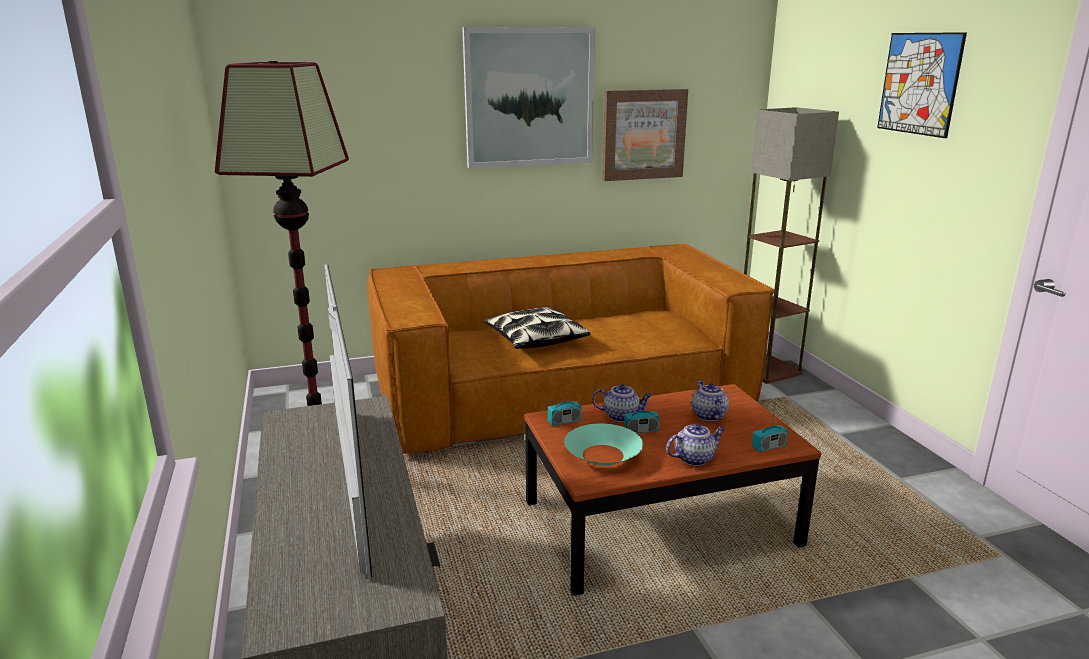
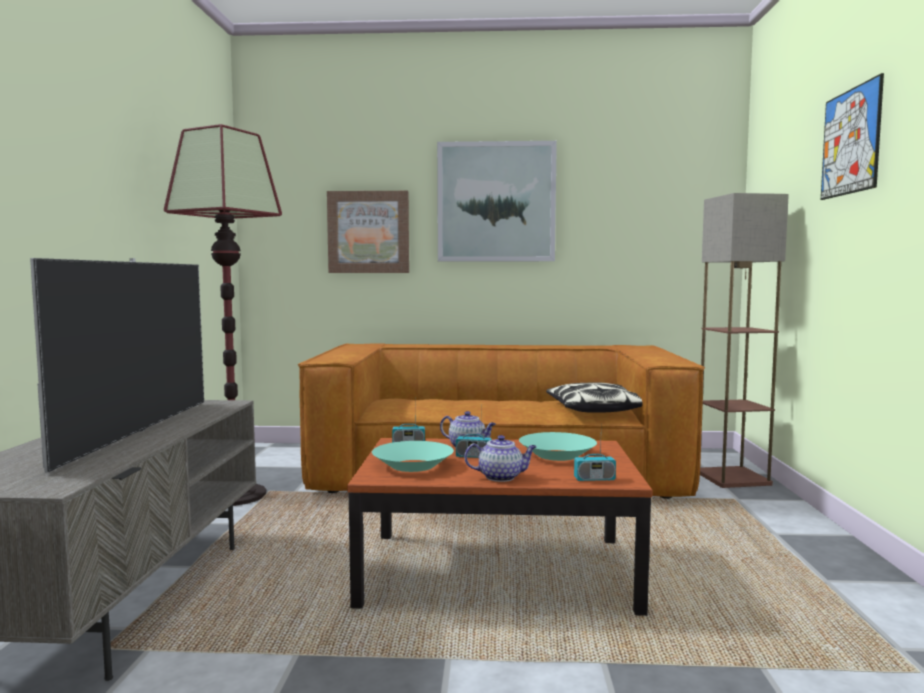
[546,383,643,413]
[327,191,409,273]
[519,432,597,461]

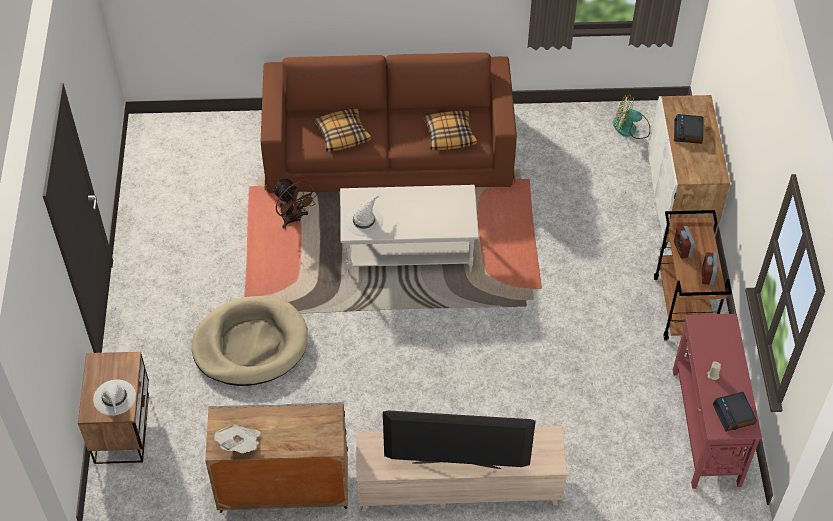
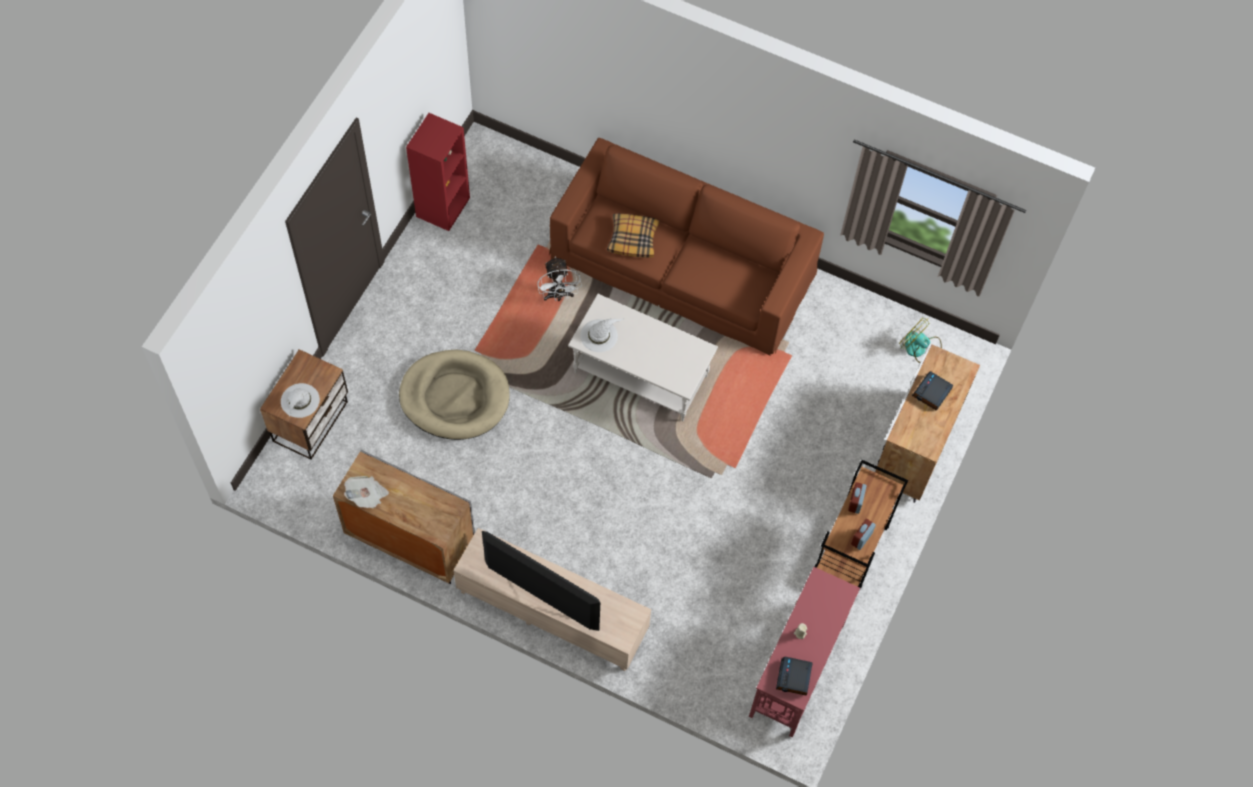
[537,256,582,301]
[423,110,477,150] (first image)
[406,113,470,231]

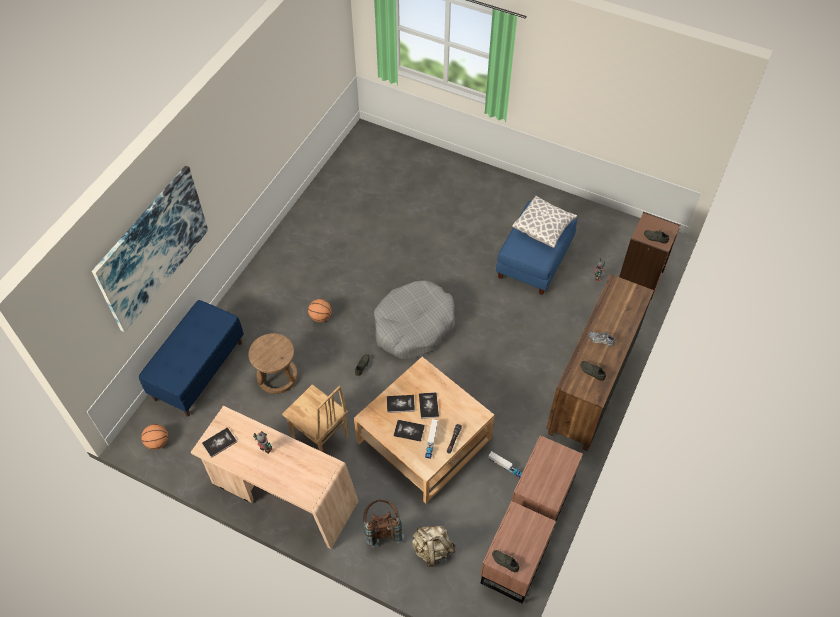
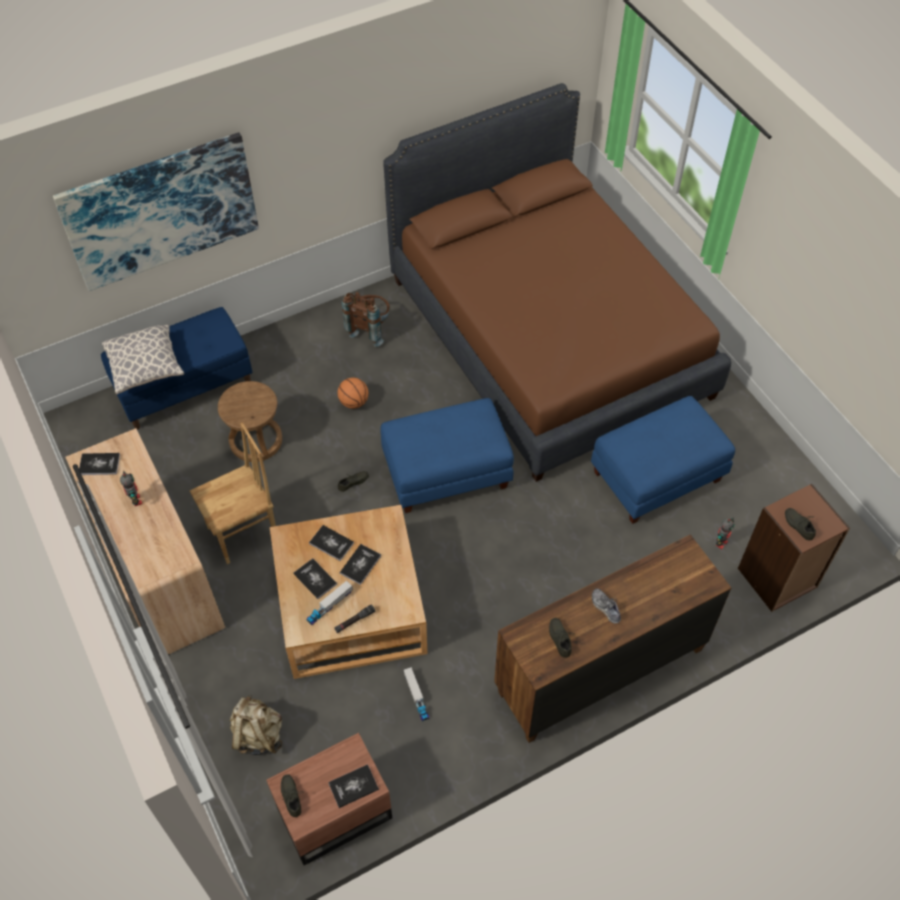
[141,424,168,450] (first image)
[190,422,276,564]
[342,292,390,347]
[380,398,514,513]
[102,325,184,394]
[512,435,583,521] (first image)
[328,764,379,808]
[383,83,731,482]

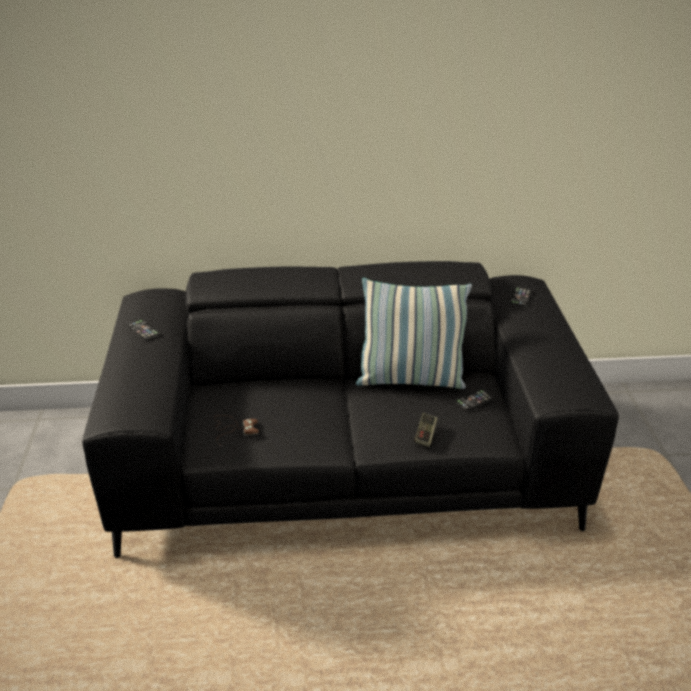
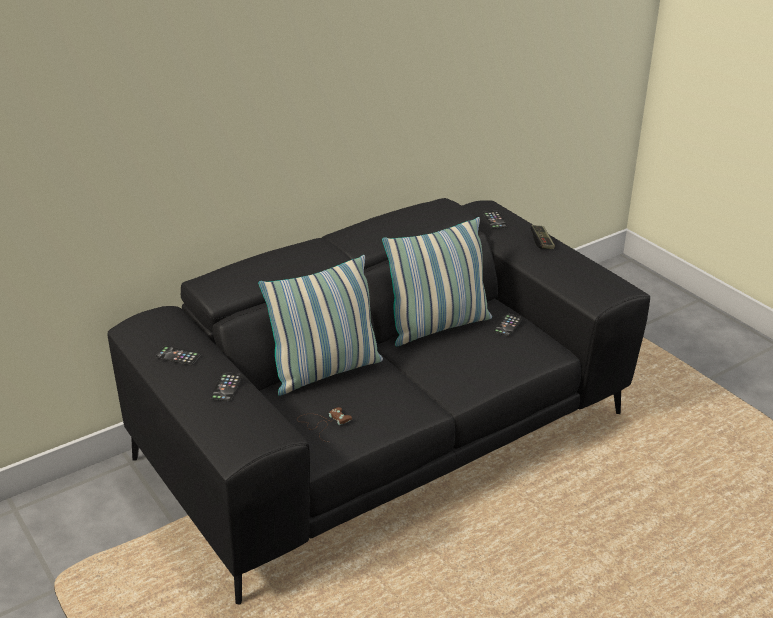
[530,225,555,249]
[210,372,242,402]
[258,255,383,396]

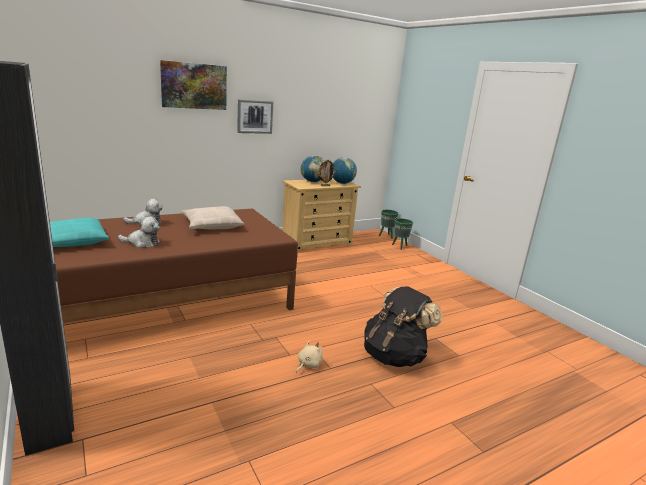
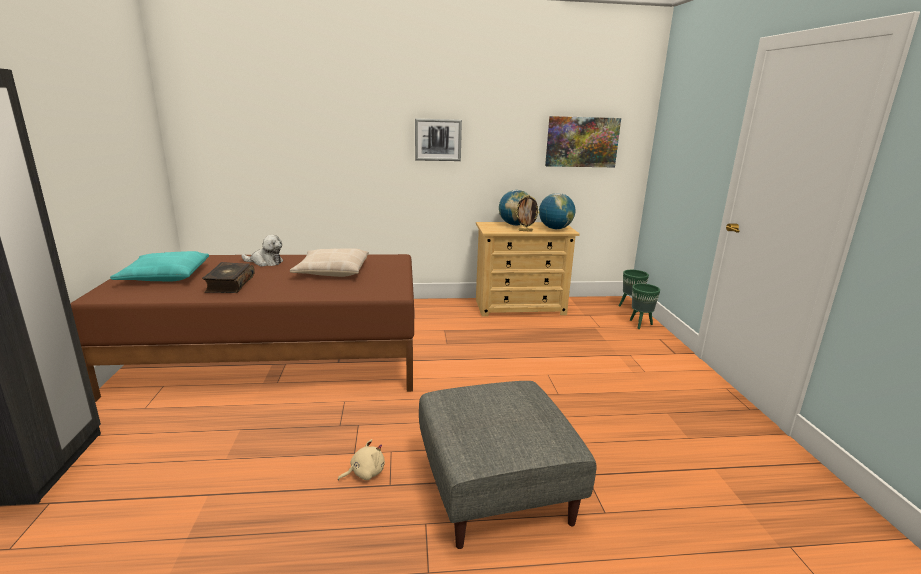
[202,262,255,293]
[545,116,621,167]
[419,381,597,549]

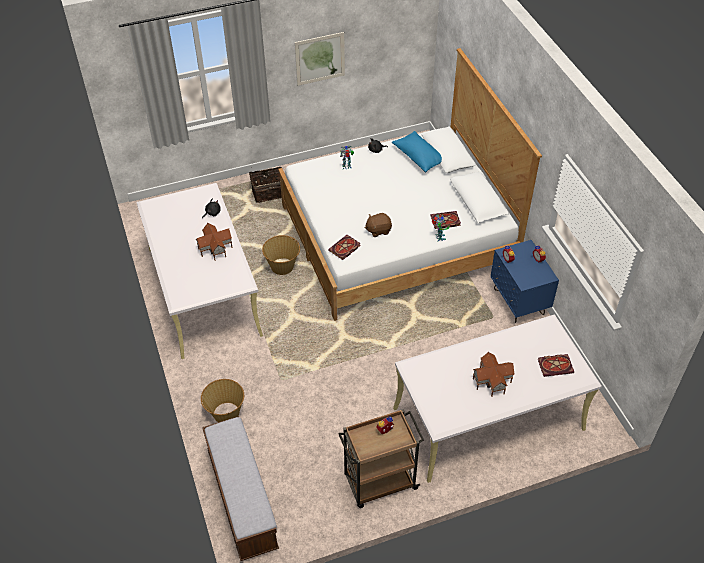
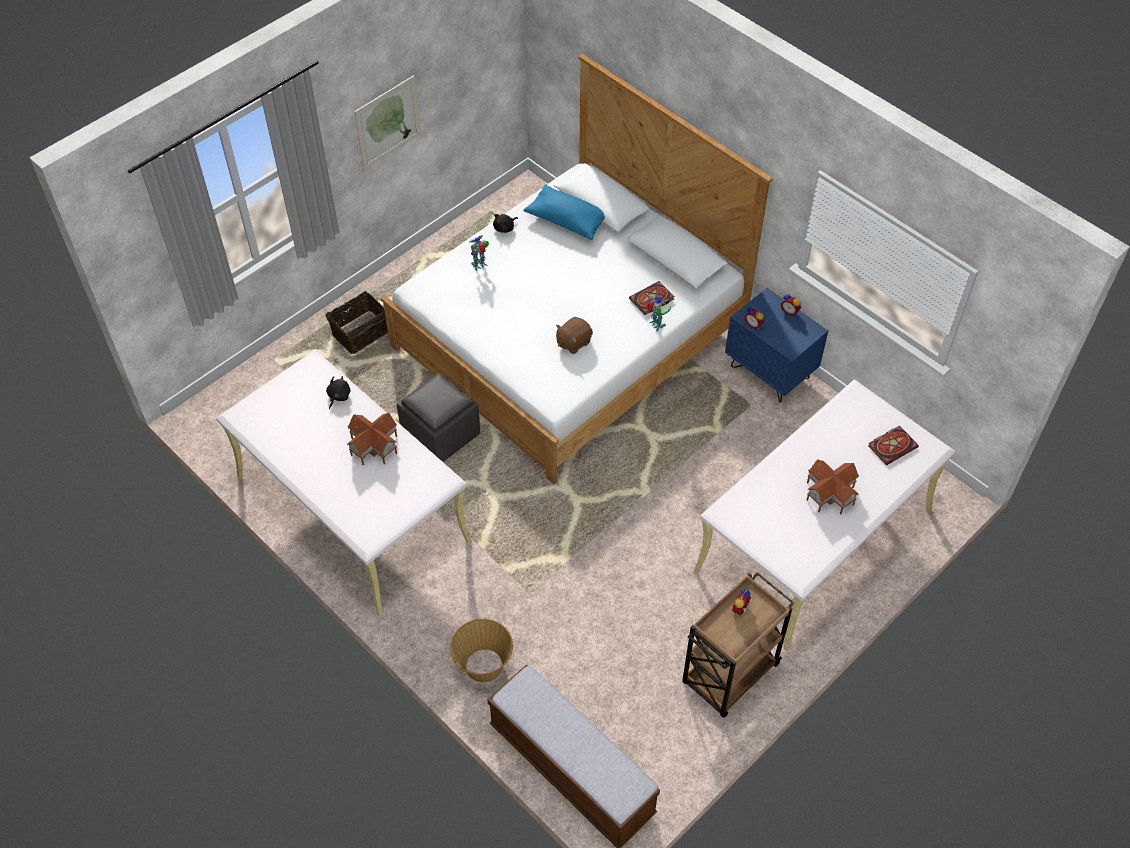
[397,373,480,462]
[328,235,361,260] (first image)

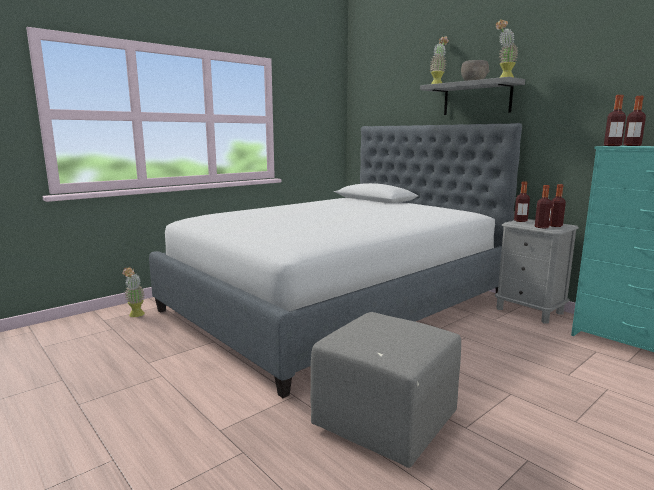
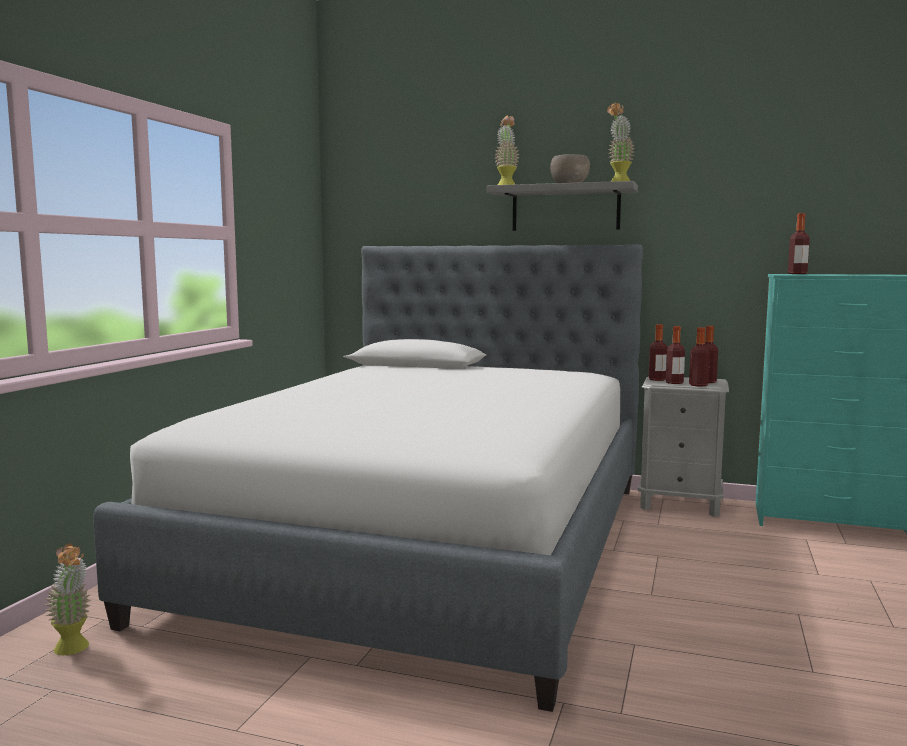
[310,312,461,468] (first image)
[666,326,685,384]

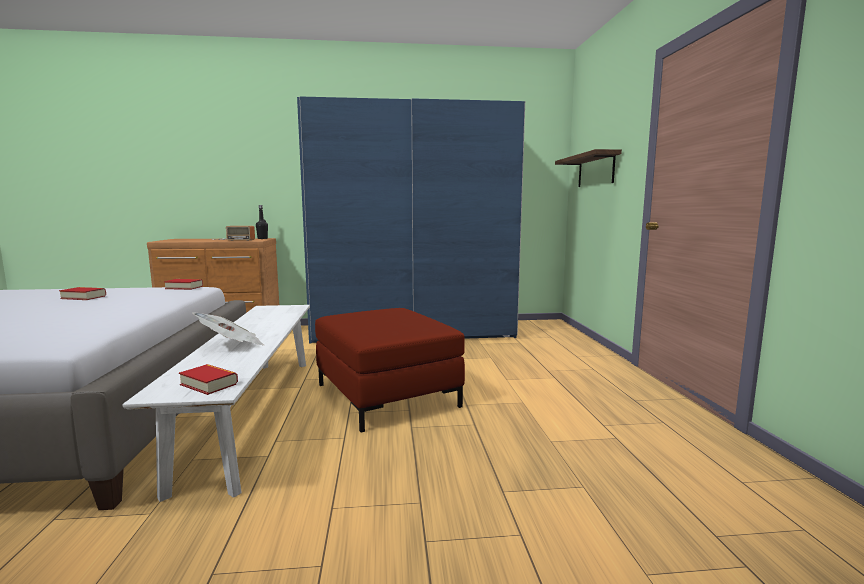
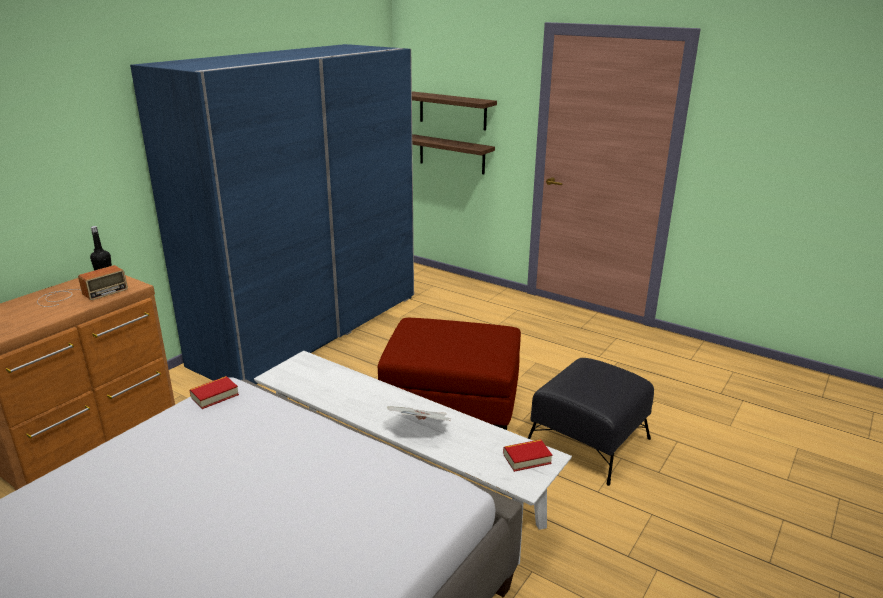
[59,287,106,300] (first image)
[412,134,495,174]
[528,358,654,486]

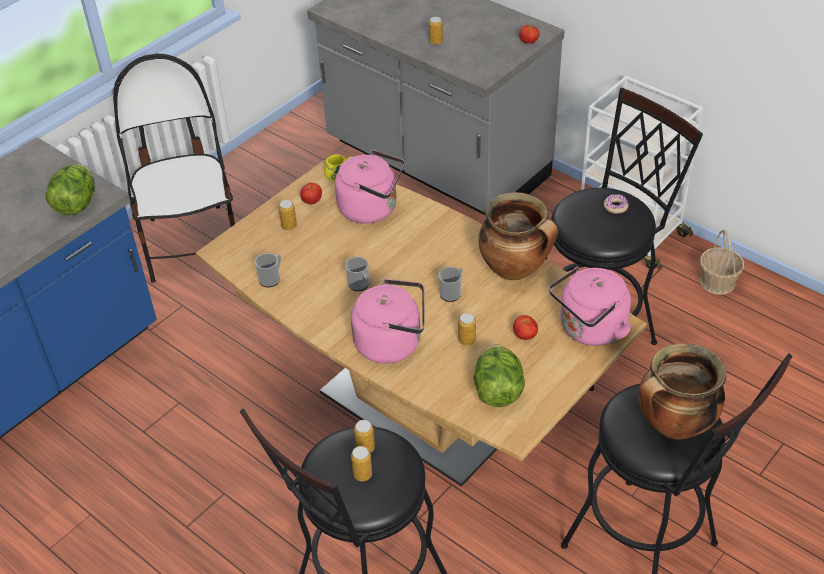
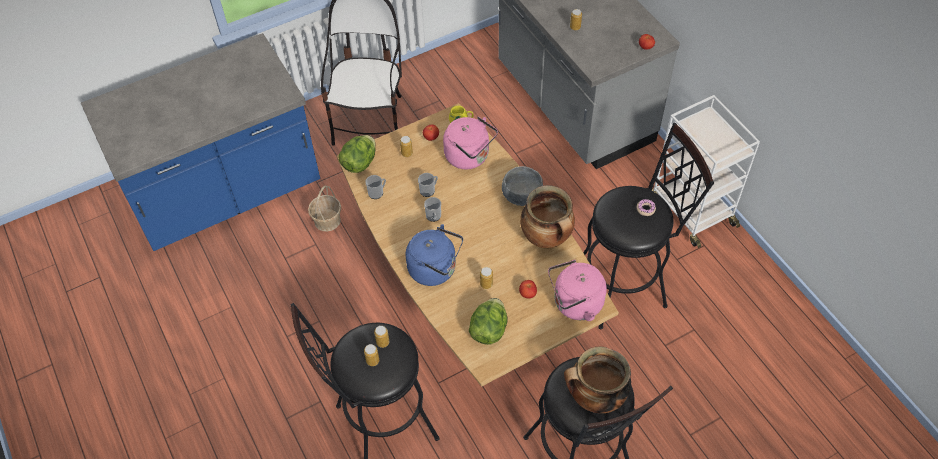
[338,135,376,173]
[406,224,463,286]
[418,173,438,197]
[308,185,341,232]
[502,166,543,206]

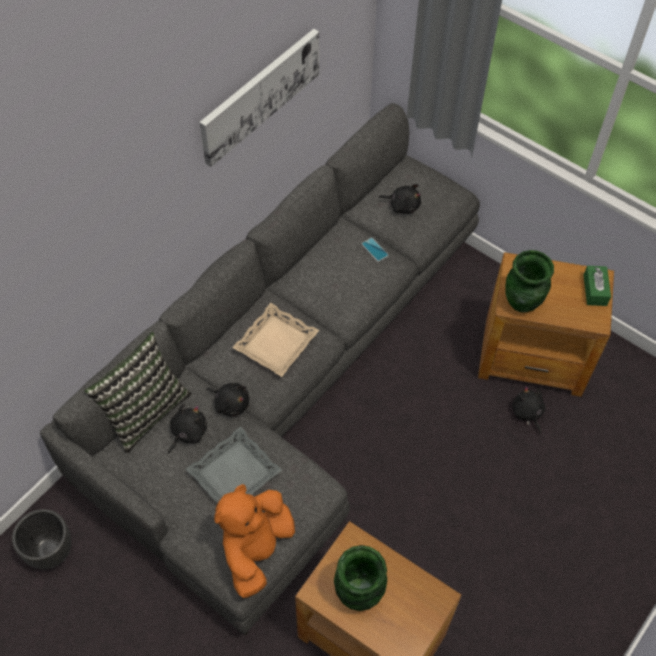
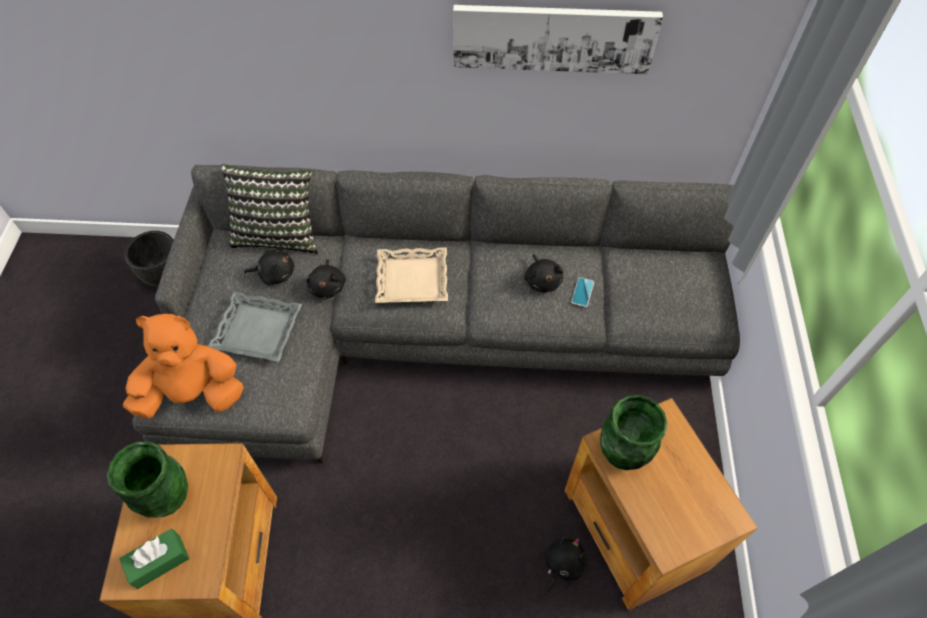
[524,254,563,293]
[119,529,189,589]

